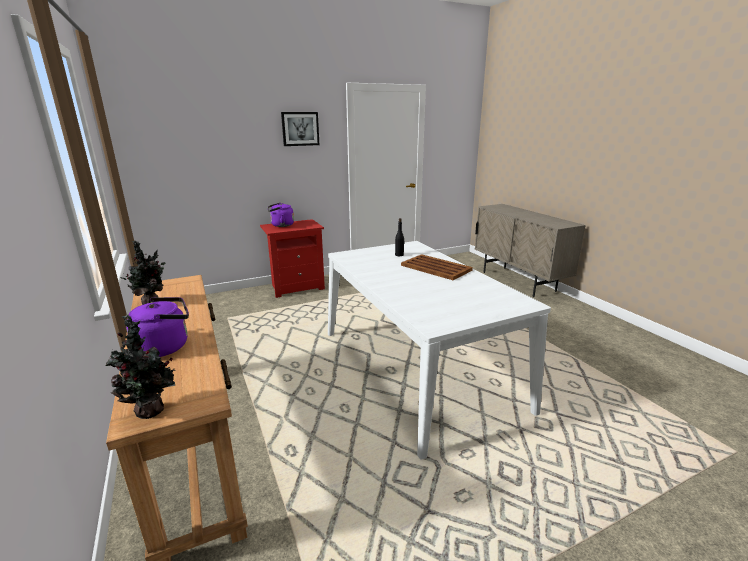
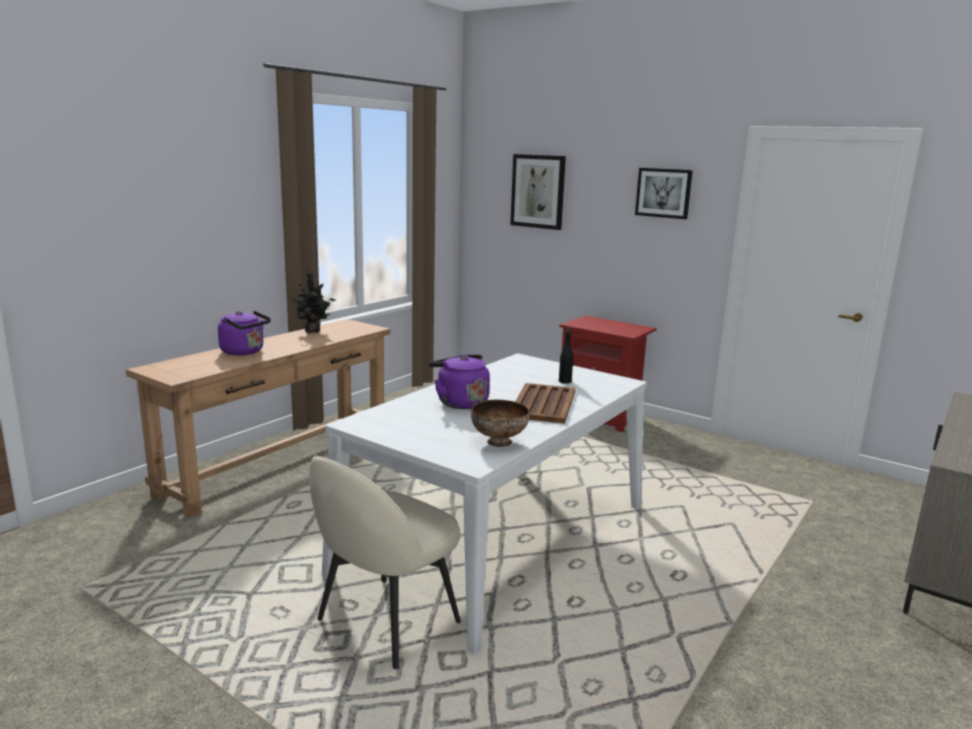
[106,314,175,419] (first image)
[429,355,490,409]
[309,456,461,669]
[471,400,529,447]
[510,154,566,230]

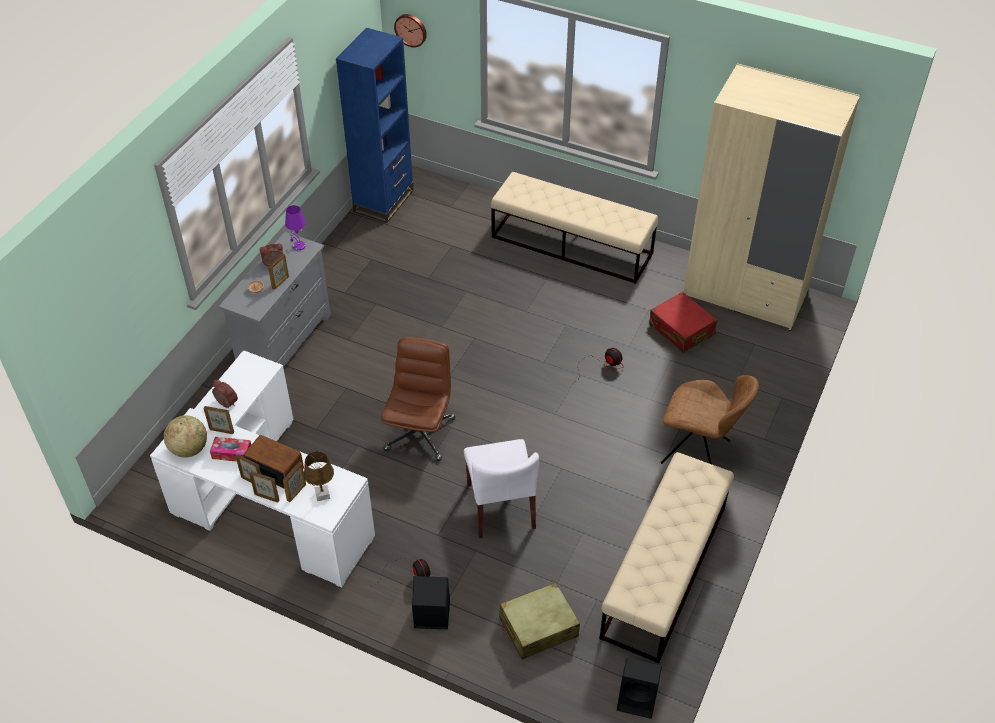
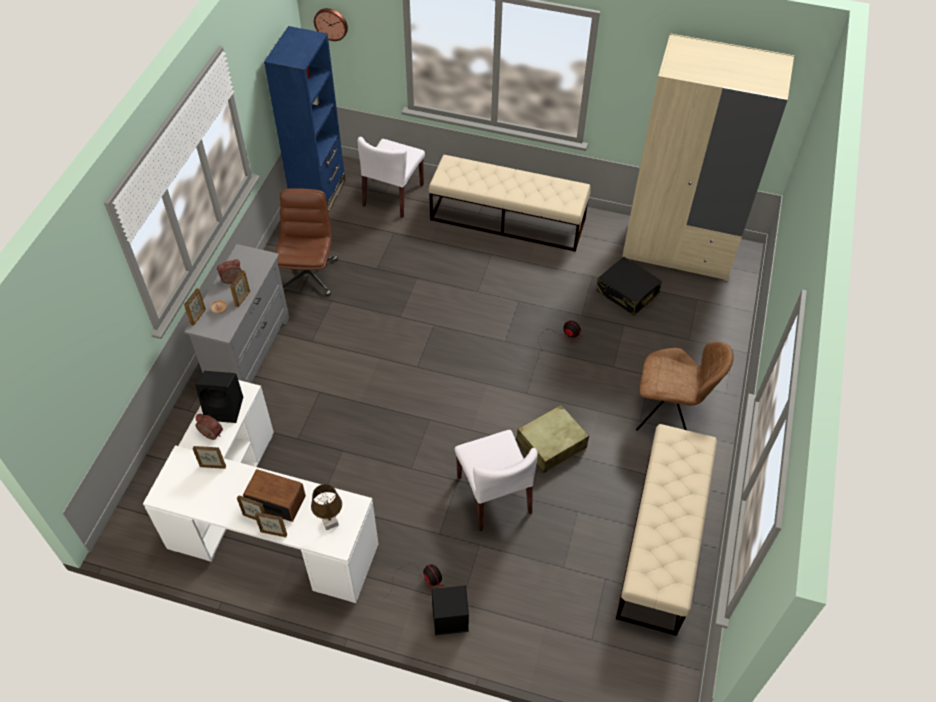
[164,415,207,457] (first image)
[210,437,251,462] (first image)
[184,288,206,325]
[285,205,306,251] (first image)
[276,188,338,296]
[516,405,589,473]
[195,371,243,423]
[596,256,662,316]
[357,137,425,218]

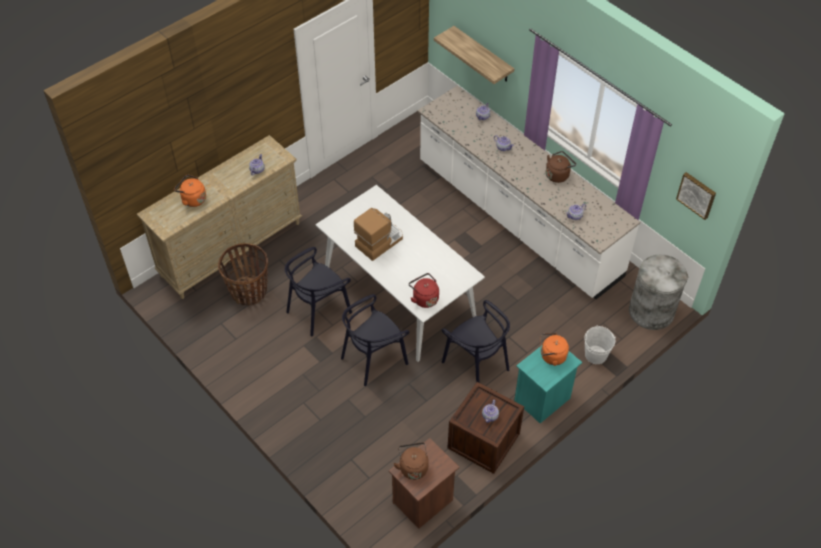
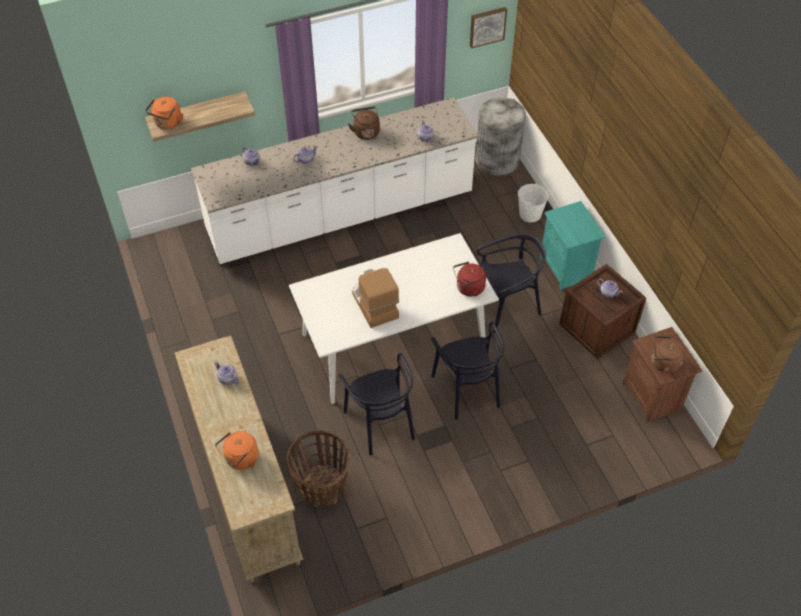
[145,97,183,129]

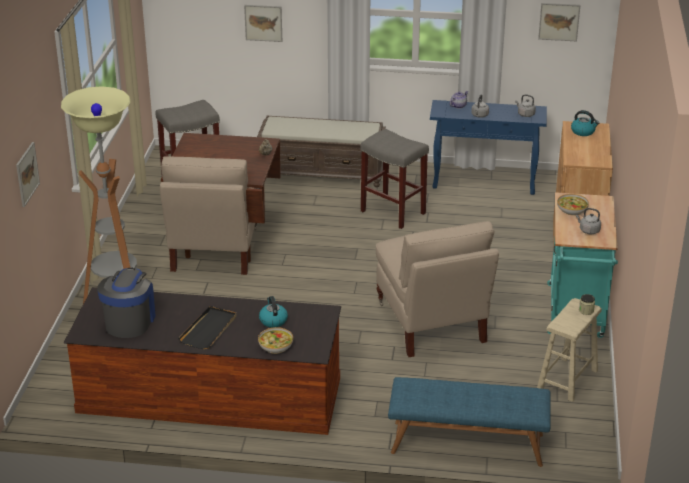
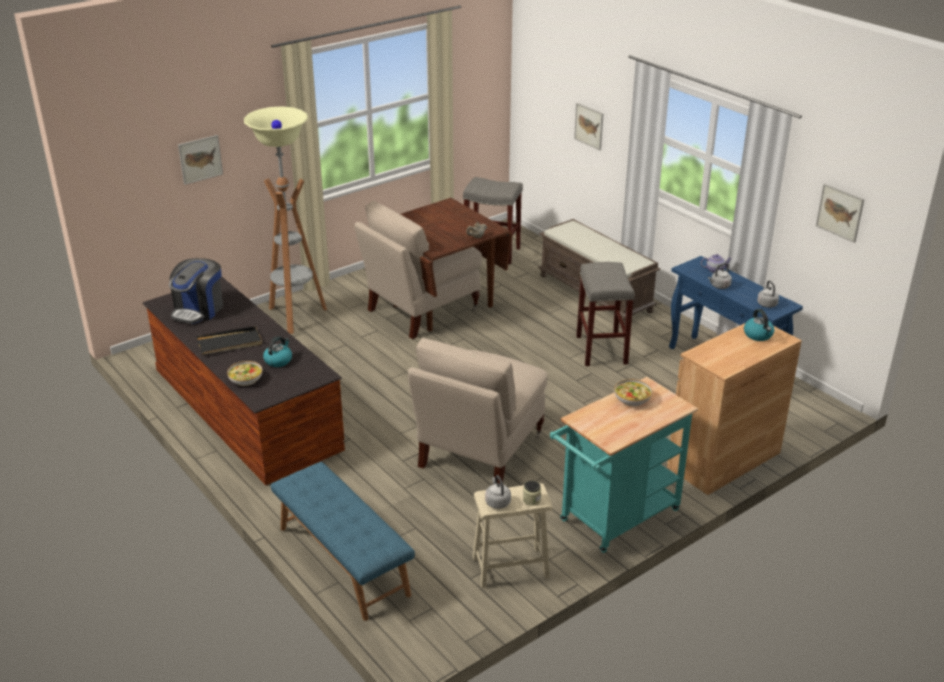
[169,258,223,324]
[485,475,511,509]

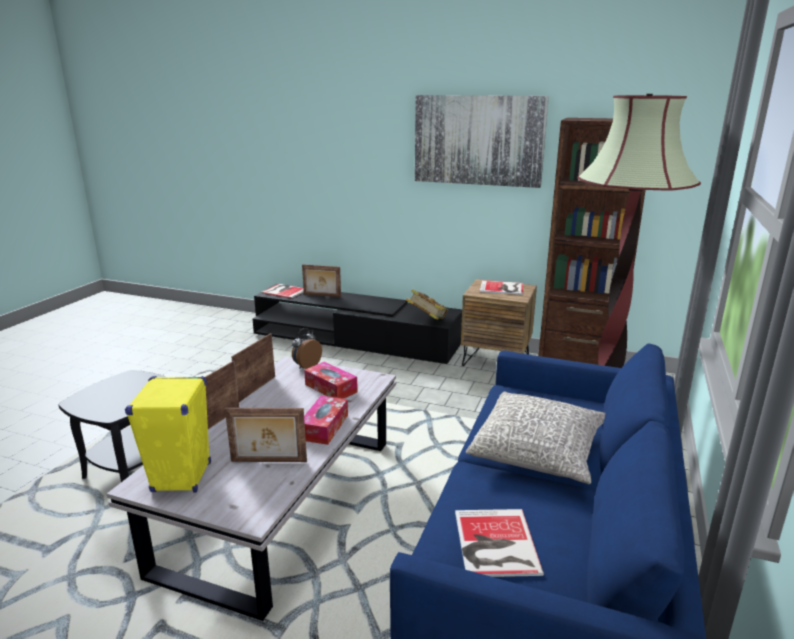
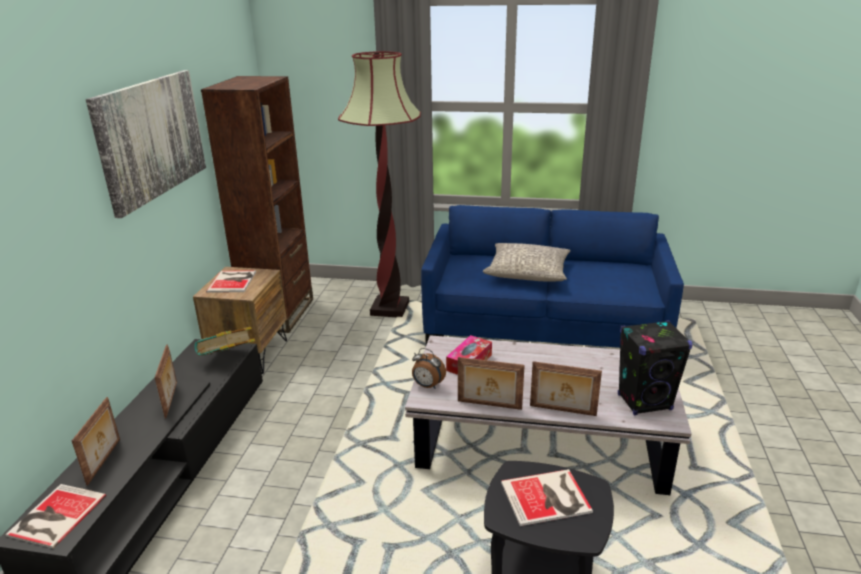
[618,320,692,415]
[154,344,177,419]
[304,396,348,445] (first image)
[501,469,593,526]

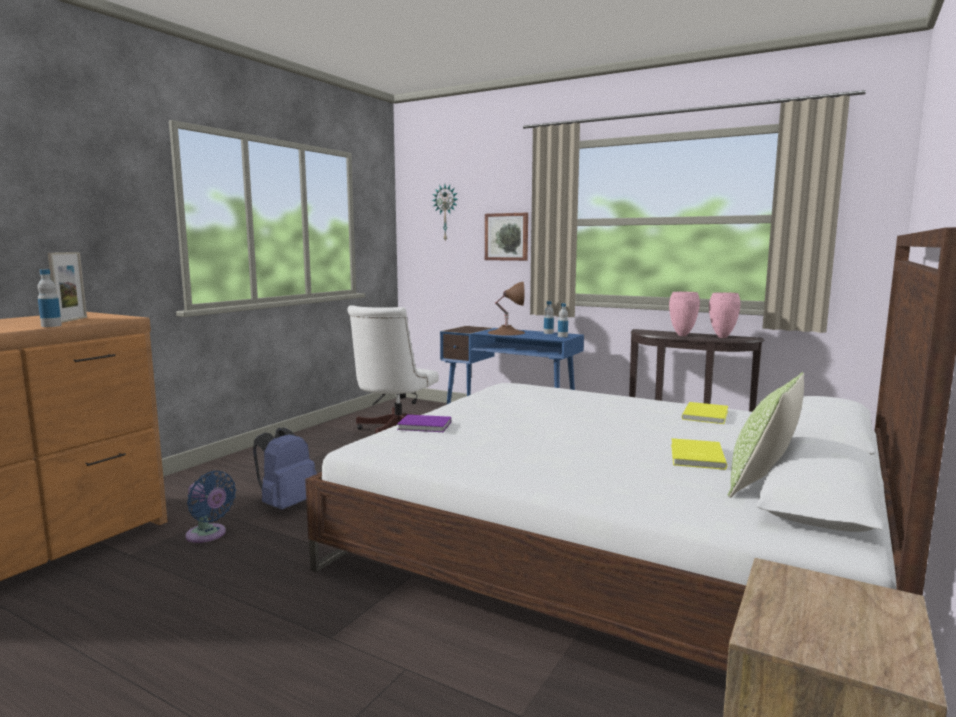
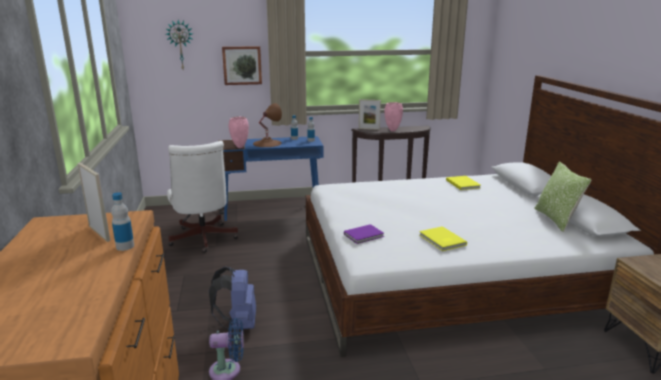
[419,226,467,251]
[229,117,249,148]
[359,99,381,130]

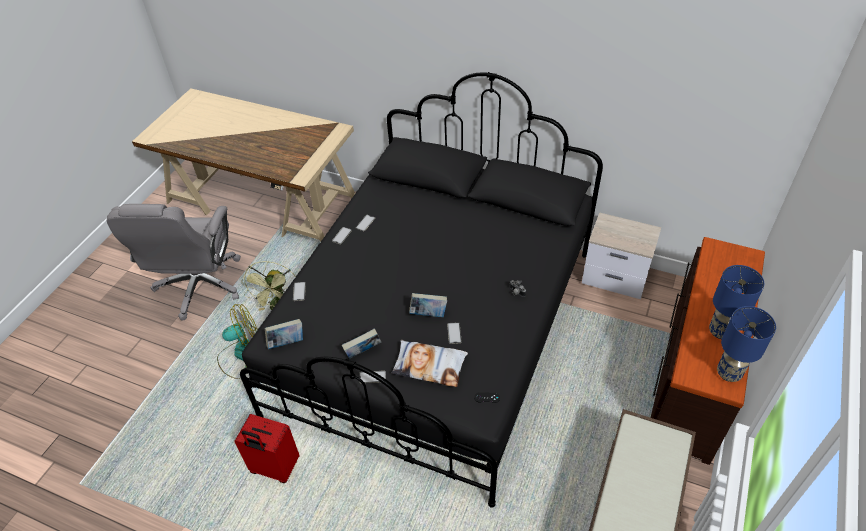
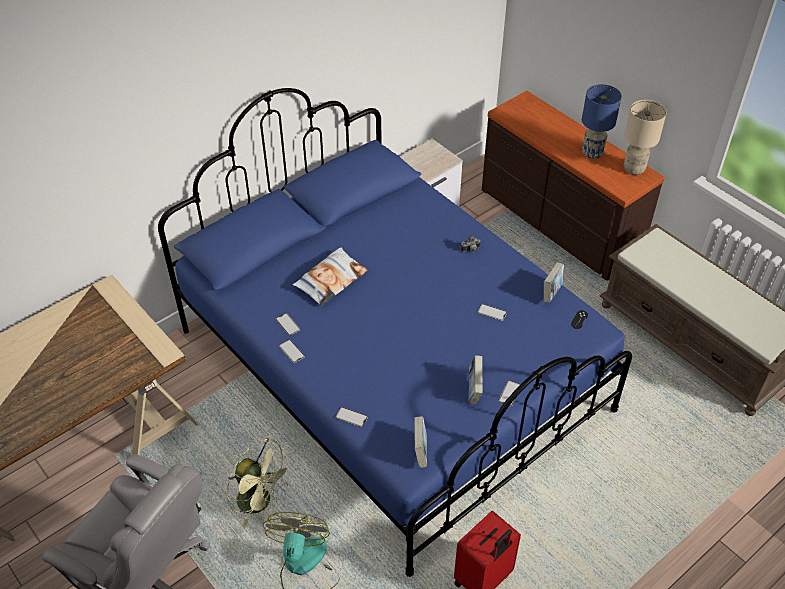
[158,88,632,577]
[292,248,368,306]
[544,263,564,303]
[624,100,667,175]

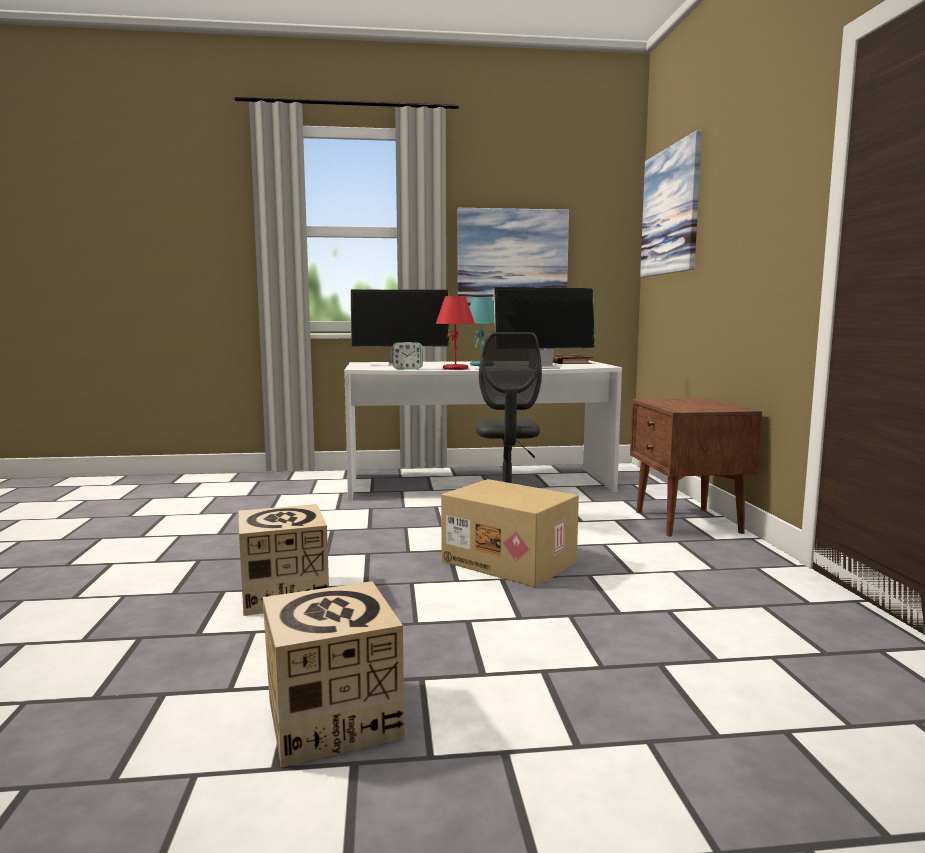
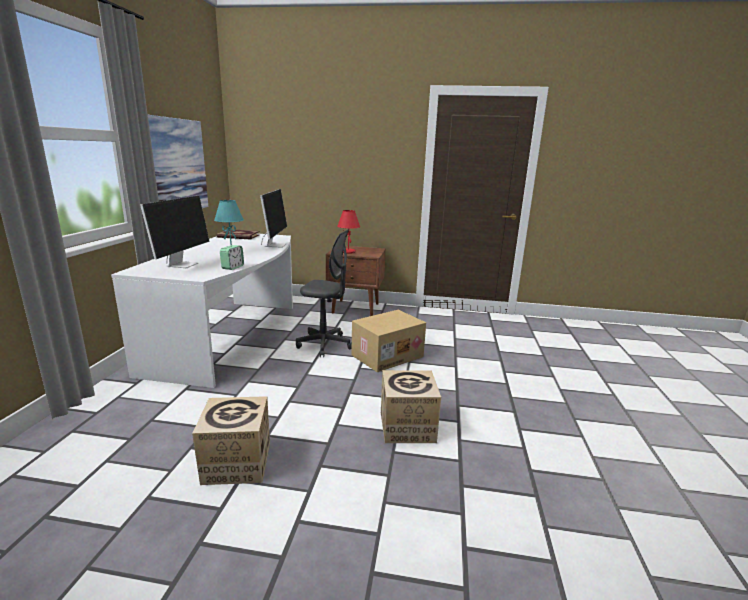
[192,396,270,485]
[337,210,360,254]
[640,130,702,277] (first image)

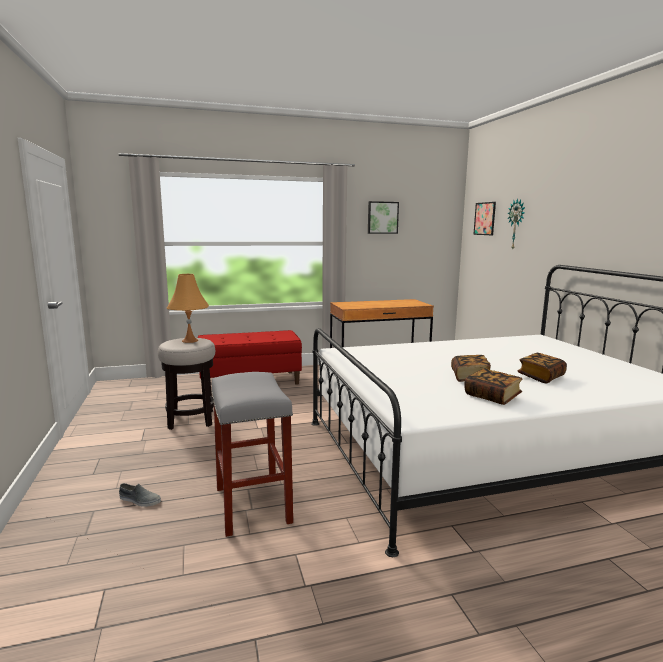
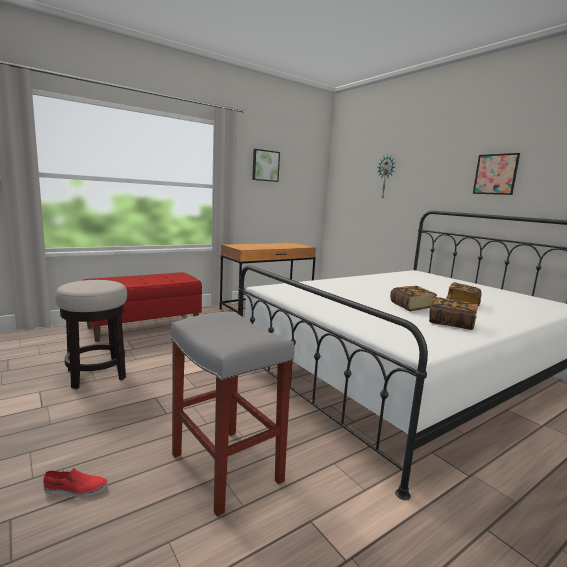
[43,468,108,498]
[167,274,209,343] (first image)
[473,153,520,195]

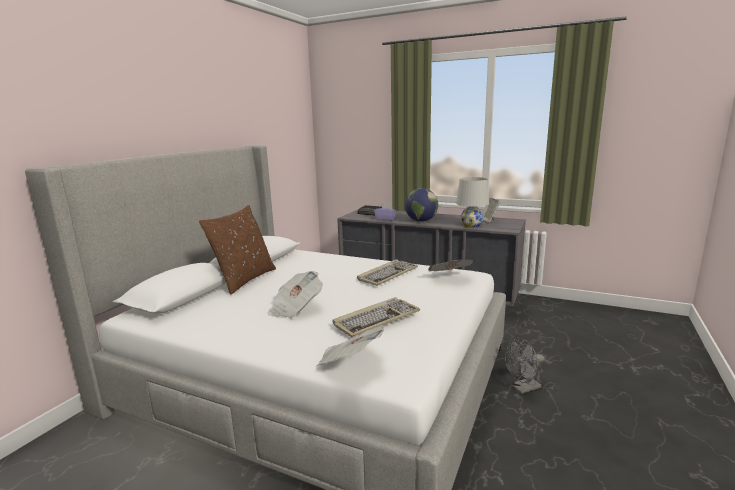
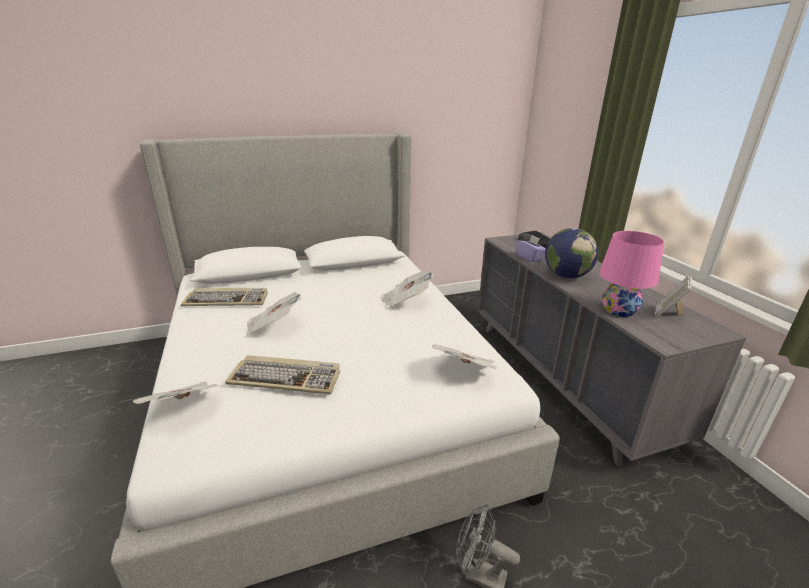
[199,205,276,294] (first image)
[181,288,268,306]
[599,231,664,317]
[380,271,434,307]

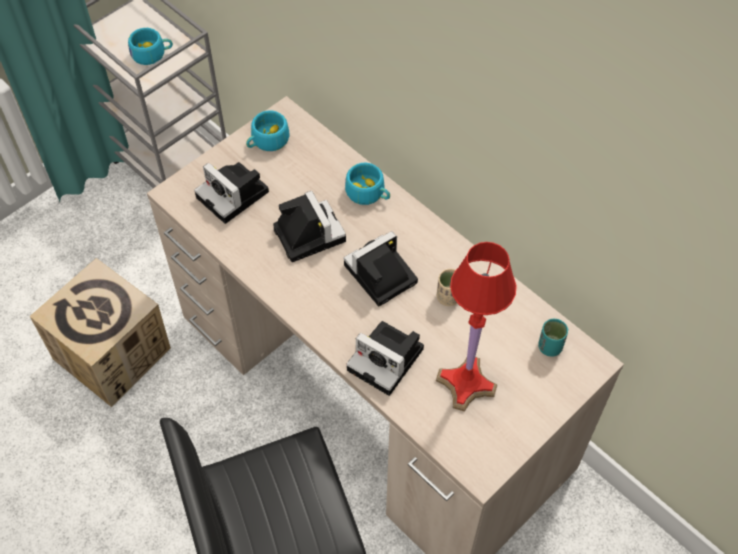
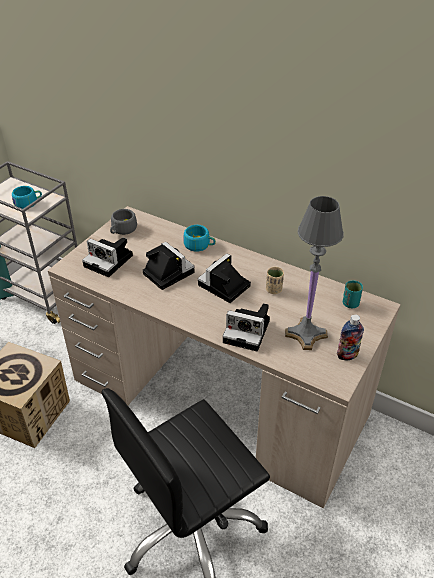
[110,209,137,235]
[285,196,344,350]
[337,314,364,360]

